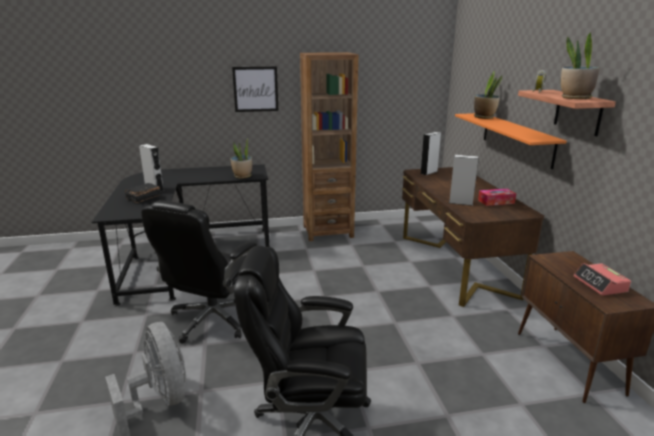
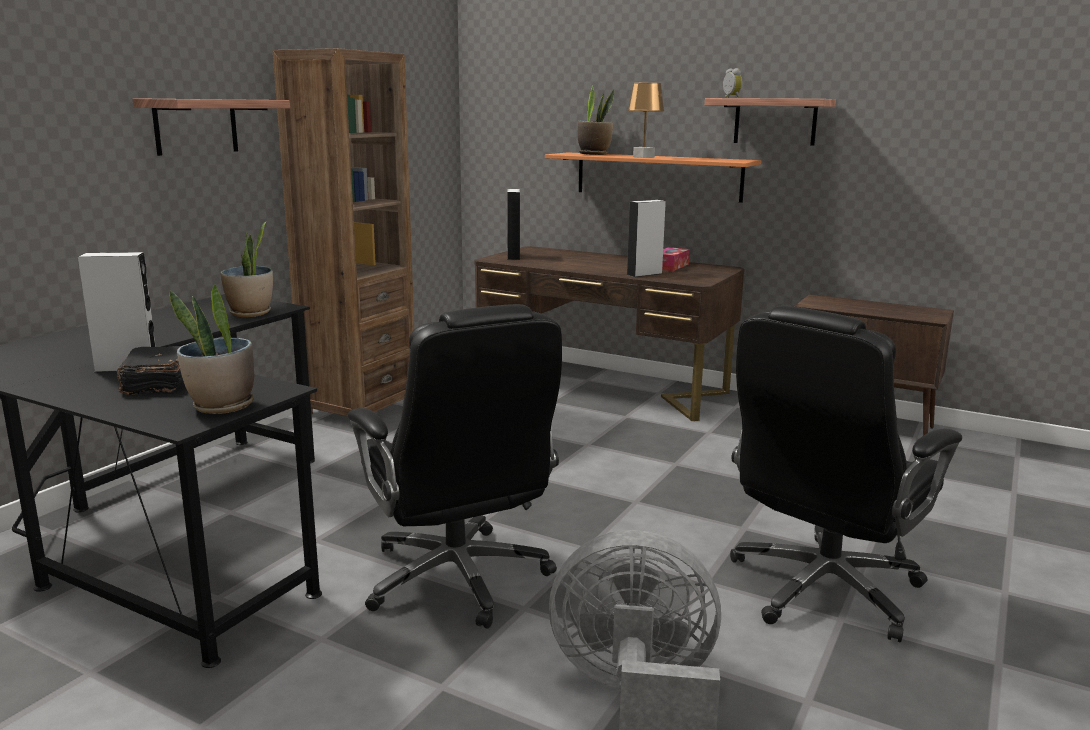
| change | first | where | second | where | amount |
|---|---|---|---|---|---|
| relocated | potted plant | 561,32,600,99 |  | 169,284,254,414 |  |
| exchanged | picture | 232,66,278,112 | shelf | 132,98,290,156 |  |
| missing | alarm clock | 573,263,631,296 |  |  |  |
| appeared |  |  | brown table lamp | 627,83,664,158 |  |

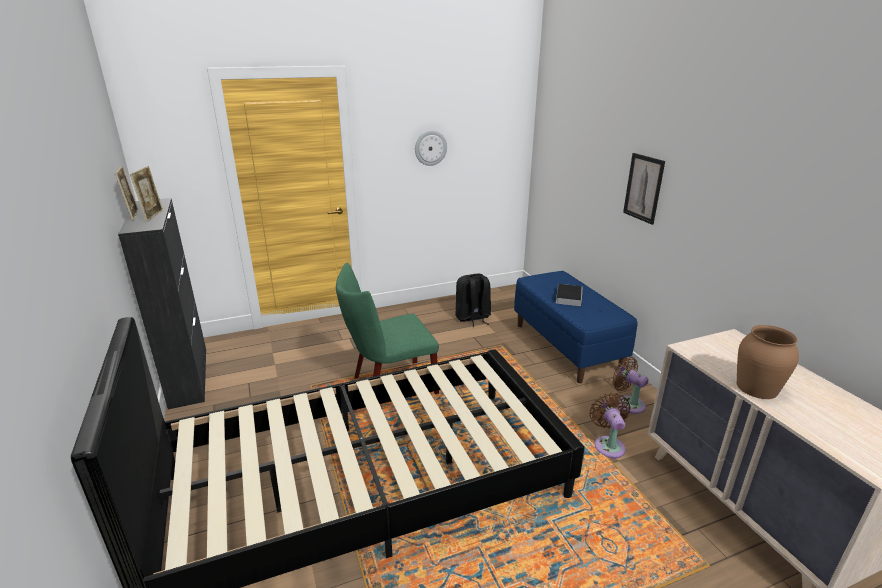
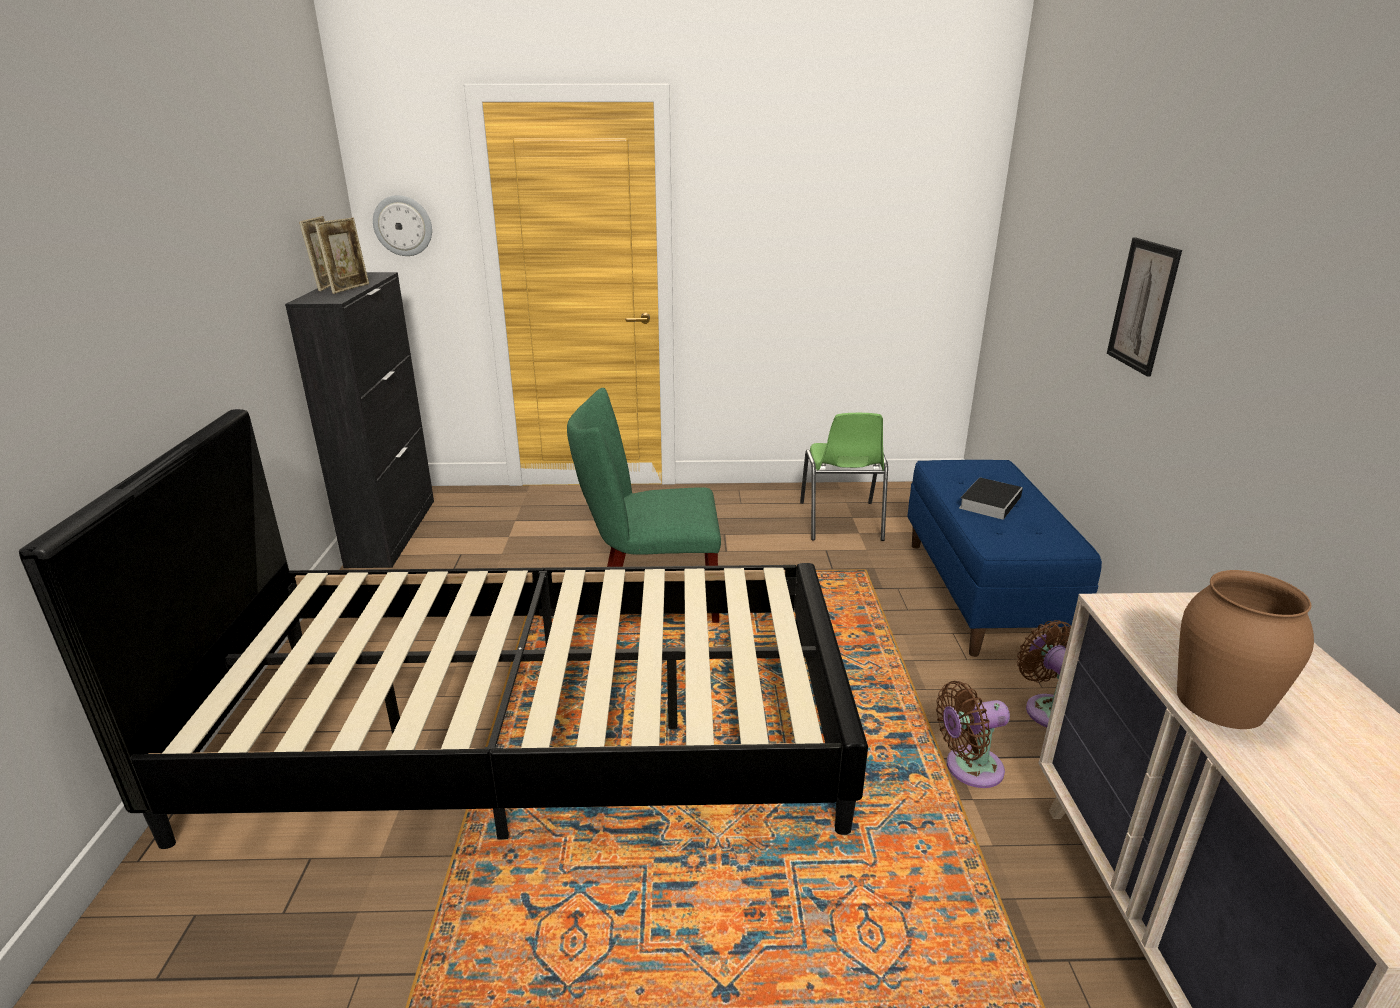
| change | first | where | second | where | amount |
|---|---|---|---|---|---|
| relocated | wall clock | 415,131,447,166 |  | 373,195,432,256 |  |
| exchanged | black backpack | 455,274,491,327 | green chair | 800,413,888,541 |  |
| spun | brown fan | 589,393,630,458 |  | 936,681,1010,788 | 120 degrees counterclockwise |

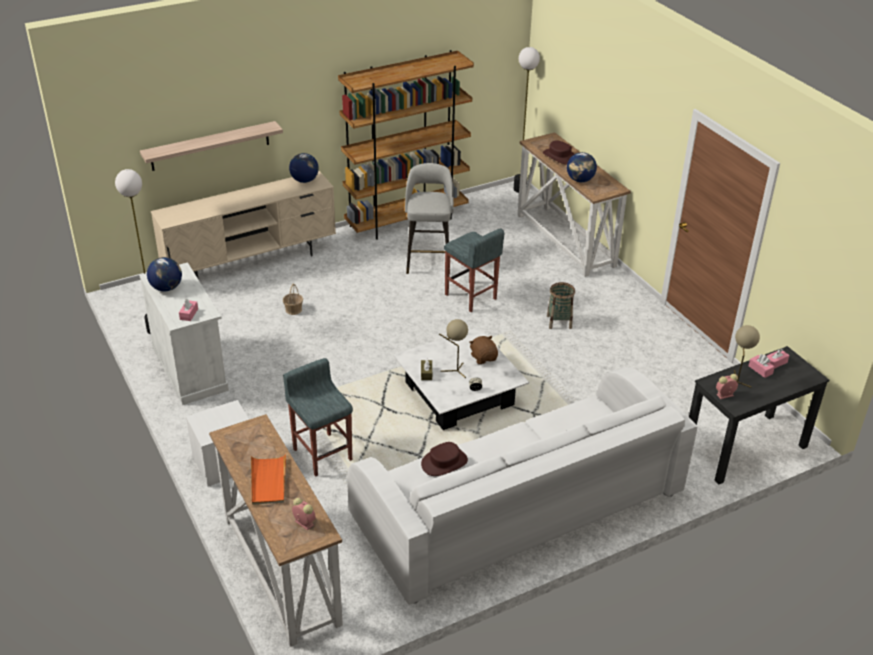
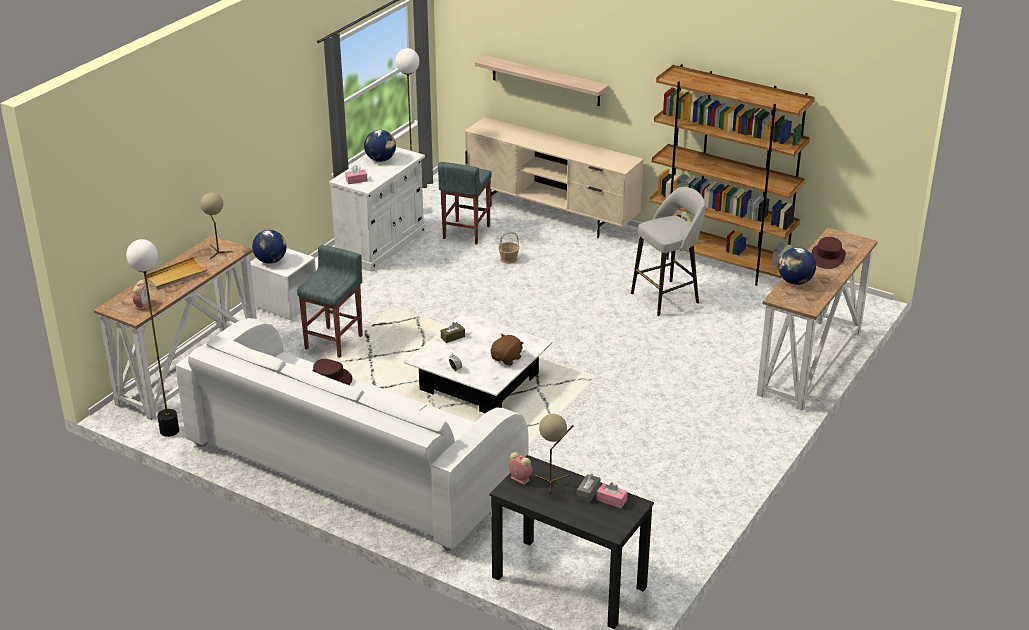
| change | first | where | second | where | amount |
|---|---|---|---|---|---|
| relocated | floor lamp | 514,47,540,193 |  | 126,239,179,437 |  |
| relocated | globe | 289,153,319,183 |  | 252,230,287,264 |  |
| relocated | grey stool | 444,228,504,312 |  | 438,162,492,244 |  |
| missing | basket | 547,282,575,329 |  |  |  |
| relocated | beige table lamp | 439,319,468,378 |  | 200,192,233,259 |  |
| colour | pink tissue box | 749,354,775,378 | grey tissue box | 577,473,601,502 |  |
| colour | orange tray | 251,455,286,505 | beige tray | 146,257,208,290 |  |

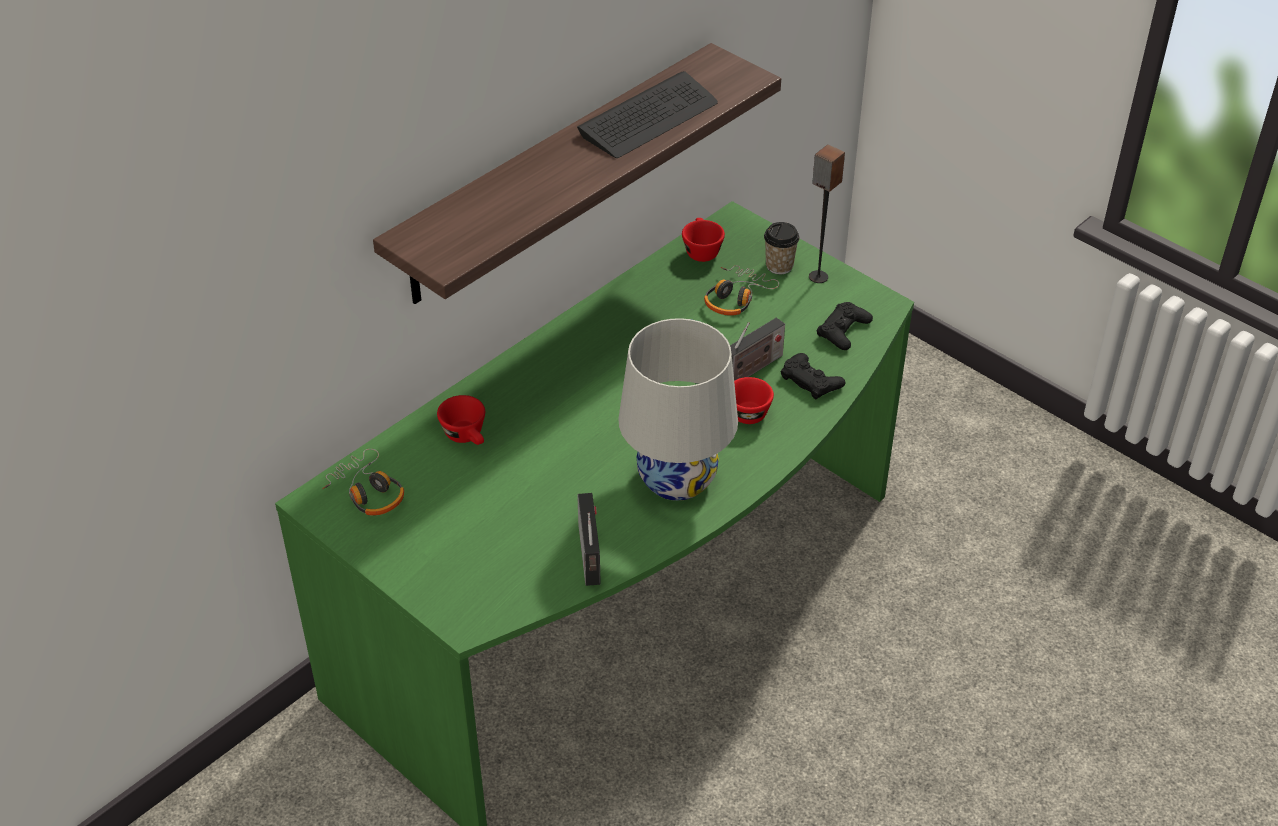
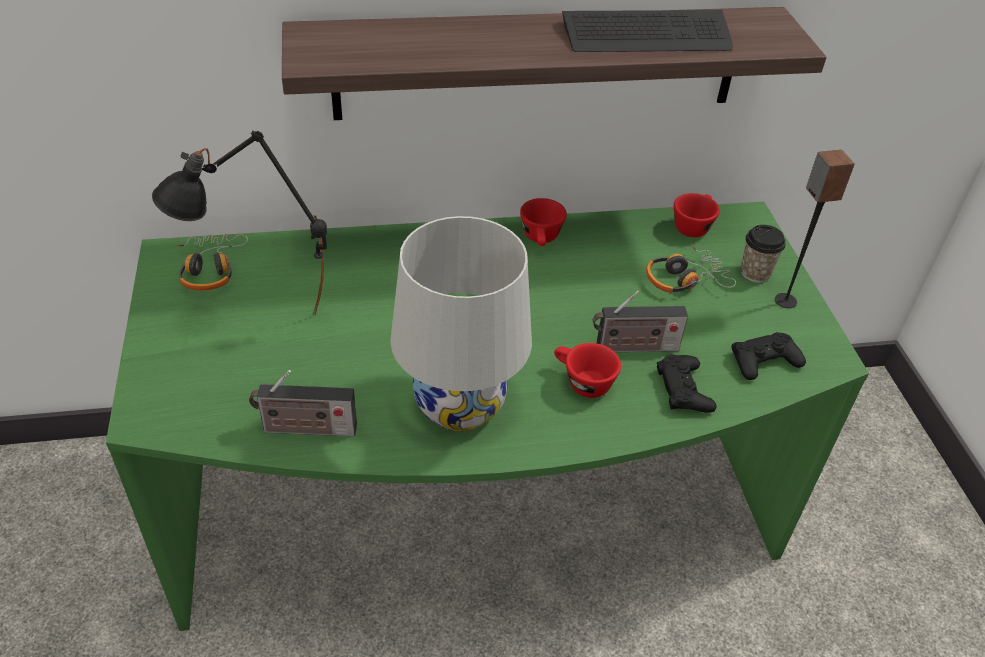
| change | first | where | second | where | amount |
|---|---|---|---|---|---|
| relocated | red cup | 437,395,485,445 |  | 520,198,567,246 |  |
| spun | radio | 577,493,601,586 |  | 249,370,357,436 | 60 degrees clockwise |
| appeared |  |  | black table lamp | 152,131,327,315 |  |

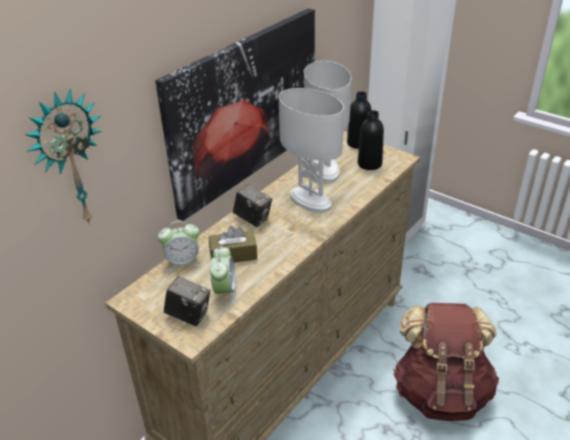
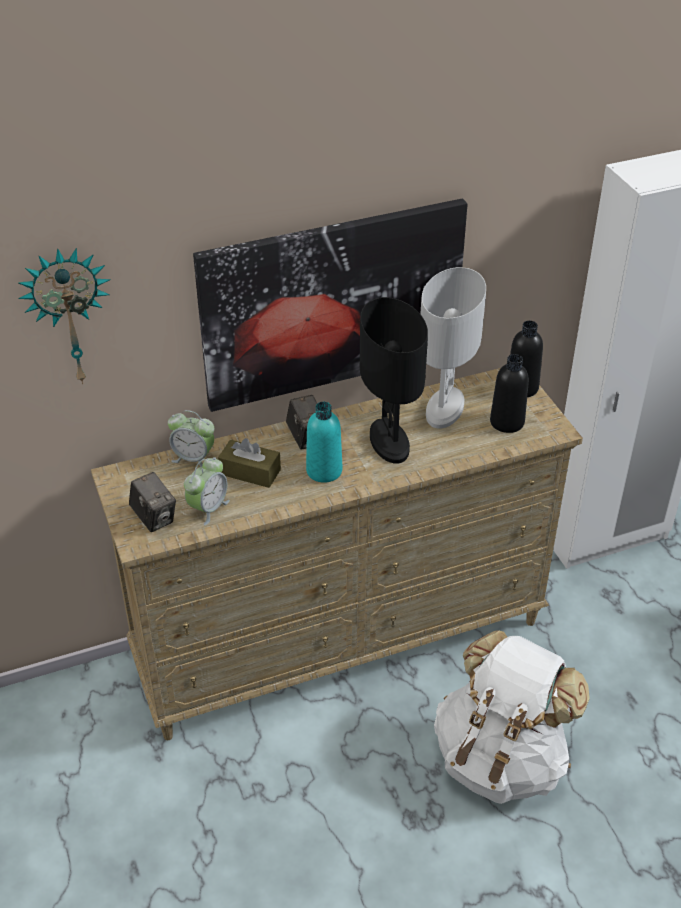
| change | first | where | second | where | amount |
|---|---|---|---|---|---|
| colour | white table lamp | 279,88,344,212 | black table lamp | 360,297,428,464 |  |
| colour | brown backpack | 393,303,499,421 | white backpack | 434,630,590,804 |  |
| appeared |  |  | turquoise bottle | 306,402,342,483 |  |

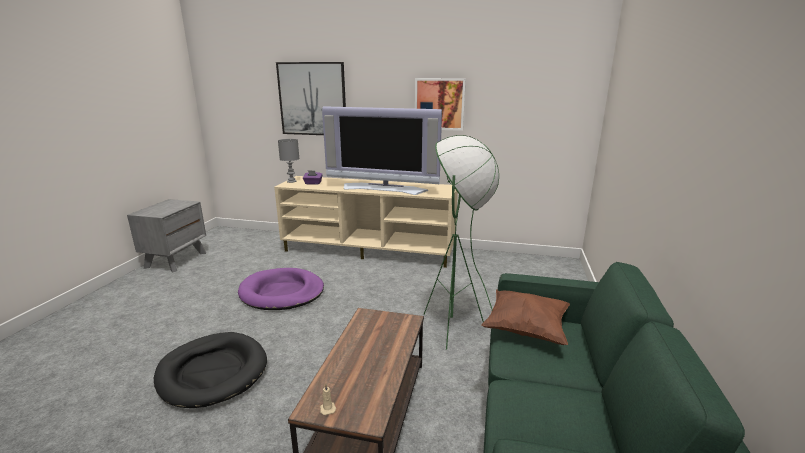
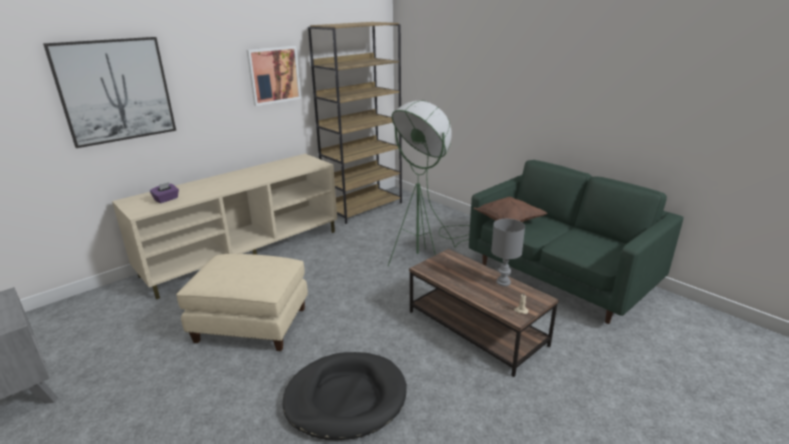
| change | first | where | second | where | amount |
|---|---|---|---|---|---|
| missing | television | 322,106,442,195 |  |  |  |
| relocated | grey table lamp | 278,139,299,183 |  | 491,219,525,286 |  |
| exchanged | purple dog bed | 238,268,324,310 | beige ottoman | 176,254,308,351 |  |
| appeared |  |  | brown bookcase | 308,22,402,224 |  |

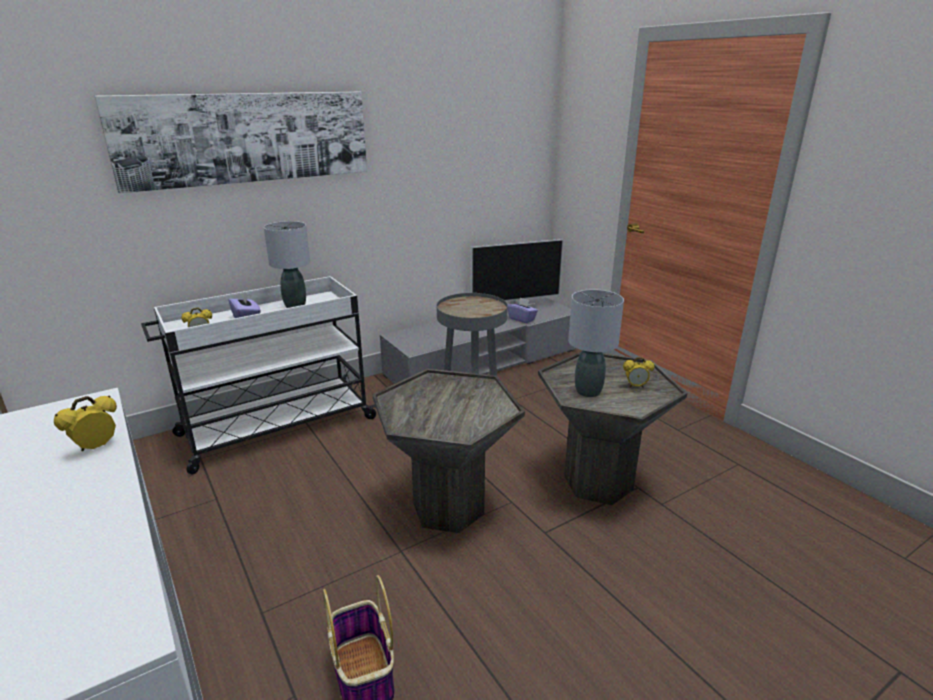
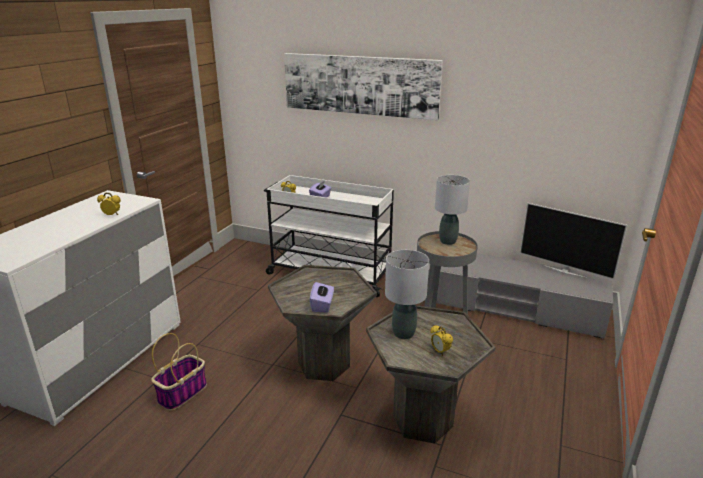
| change | first | where | second | where | amount |
|---|---|---|---|---|---|
| relocated | grey table lamp | 264,221,310,308 |  | 435,175,470,245 |  |
| relocated | purple tissue box | 507,297,538,323 |  | 310,281,334,312 |  |

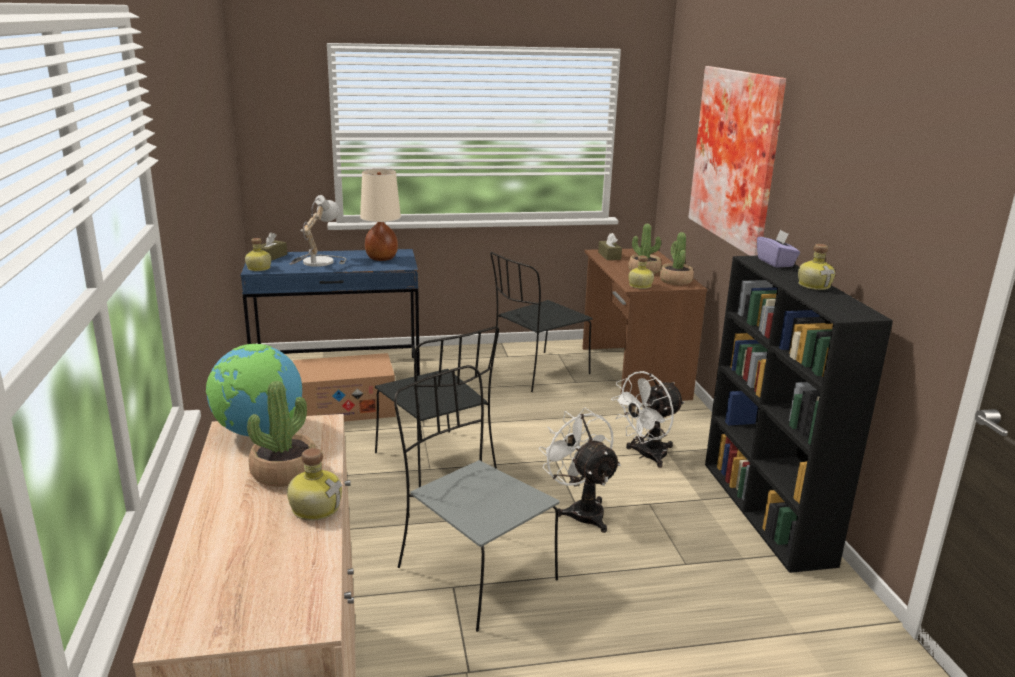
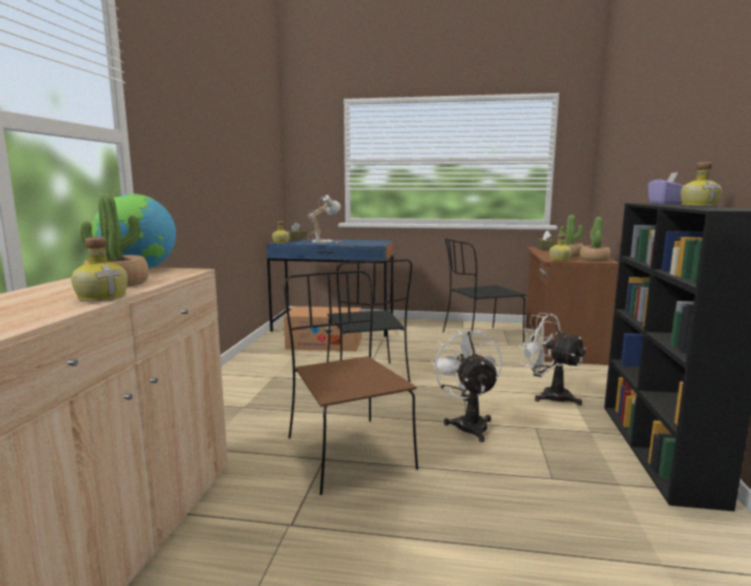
| change | first | where | second | where | amount |
|---|---|---|---|---|---|
| missing | picture | 688,66,786,256 |  |  |  |
| missing | beige table lamp | 360,169,401,261 |  |  |  |
| colour | grey chair | 394,365,560,632 | brown chair | 284,271,418,495 |  |
| spun | white fan | 611,371,685,468 |  | 519,313,586,405 | 60 degrees clockwise |

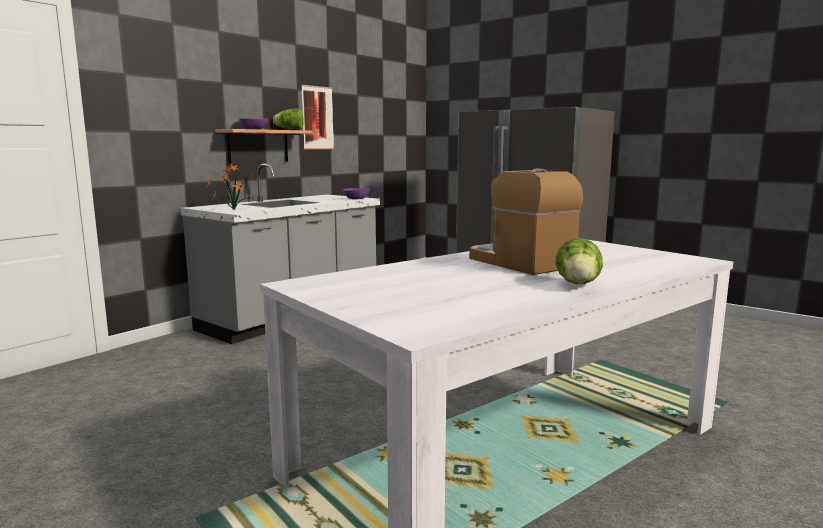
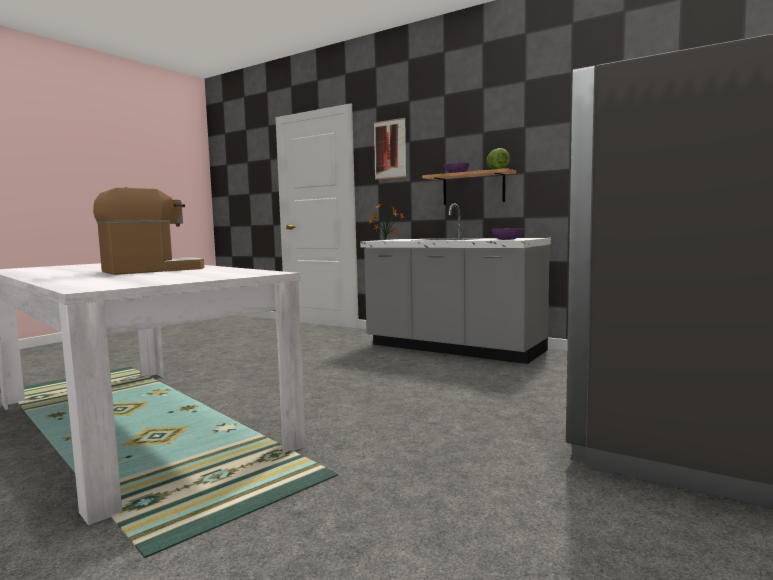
| change | first | where | second | where | amount |
|---|---|---|---|---|---|
| relocated | picture | 301,85,334,149 |  | 374,118,407,180 |  |
| missing | lettuce | 556,238,603,284 |  |  |  |

